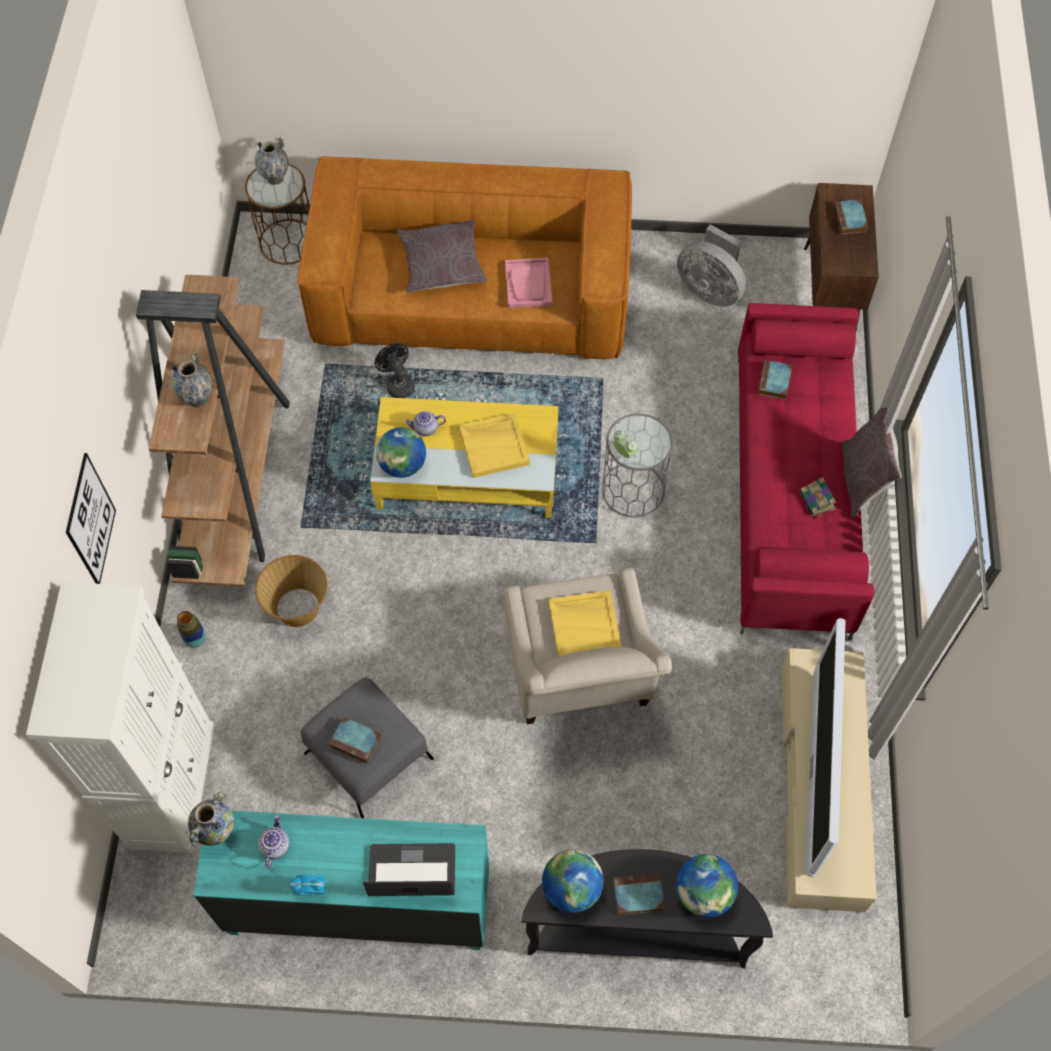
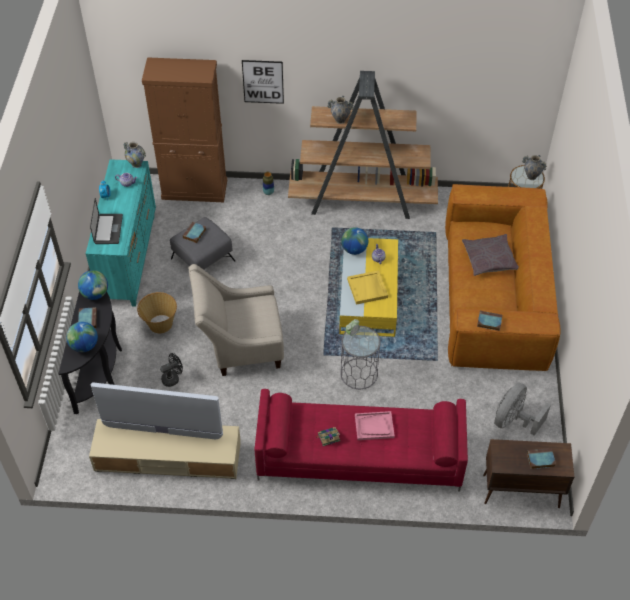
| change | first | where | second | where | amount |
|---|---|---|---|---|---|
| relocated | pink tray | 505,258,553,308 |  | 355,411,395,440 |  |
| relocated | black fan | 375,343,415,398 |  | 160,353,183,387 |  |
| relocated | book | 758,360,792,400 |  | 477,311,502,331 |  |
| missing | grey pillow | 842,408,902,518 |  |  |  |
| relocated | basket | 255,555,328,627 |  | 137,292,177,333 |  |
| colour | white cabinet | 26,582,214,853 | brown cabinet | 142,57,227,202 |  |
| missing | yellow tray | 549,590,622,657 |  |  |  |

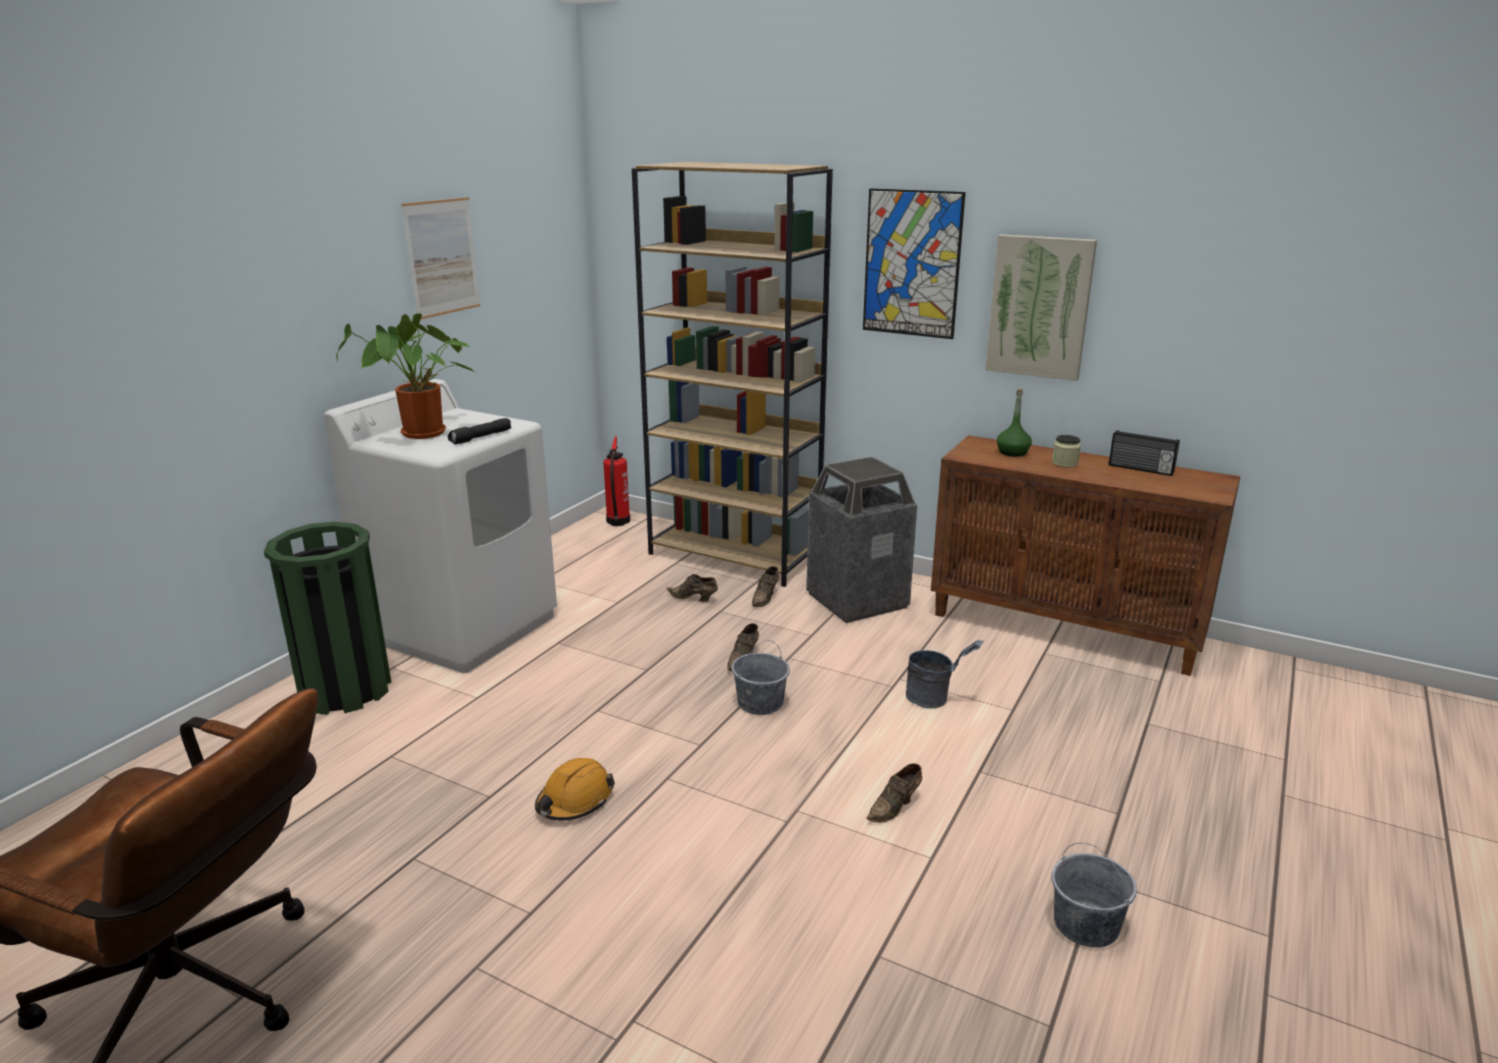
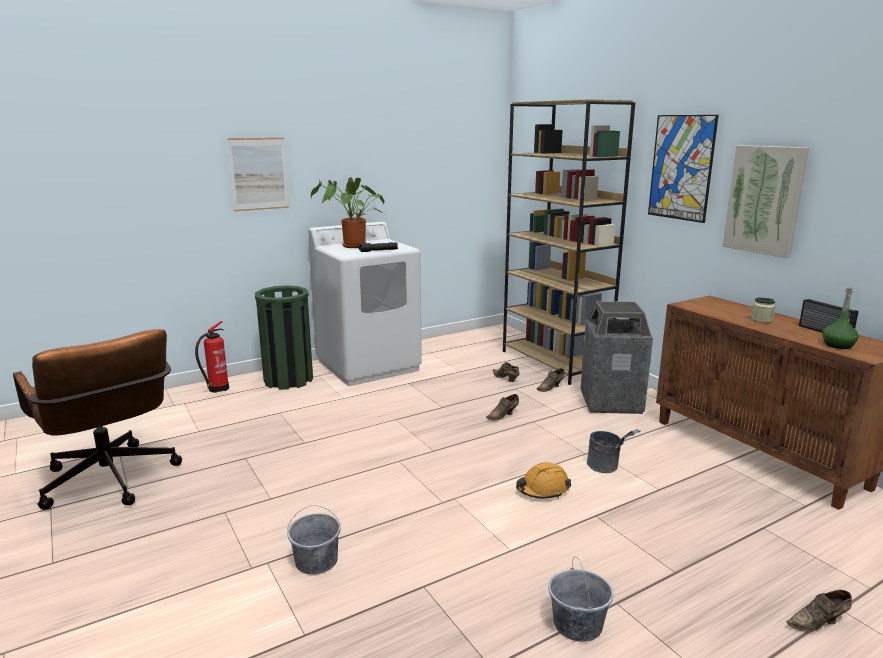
| change | first | where | second | where | amount |
|---|---|---|---|---|---|
| relocated | picture | 402,197,480,319 |  | 227,138,289,211 |  |
| relocated | green bottle | 997,389,1032,457 |  | 823,288,859,349 |  |
| relocated | fire extinguisher | 603,437,630,526 |  | 195,321,229,393 |  |
| relocated | grey bucket | 731,640,790,715 |  | 287,505,341,575 |  |
| relocated | orange hard hat | 535,758,615,820 |  | 516,463,571,499 |  |
| relocated | brown shoe | 867,763,922,823 |  | 786,590,852,632 |  |

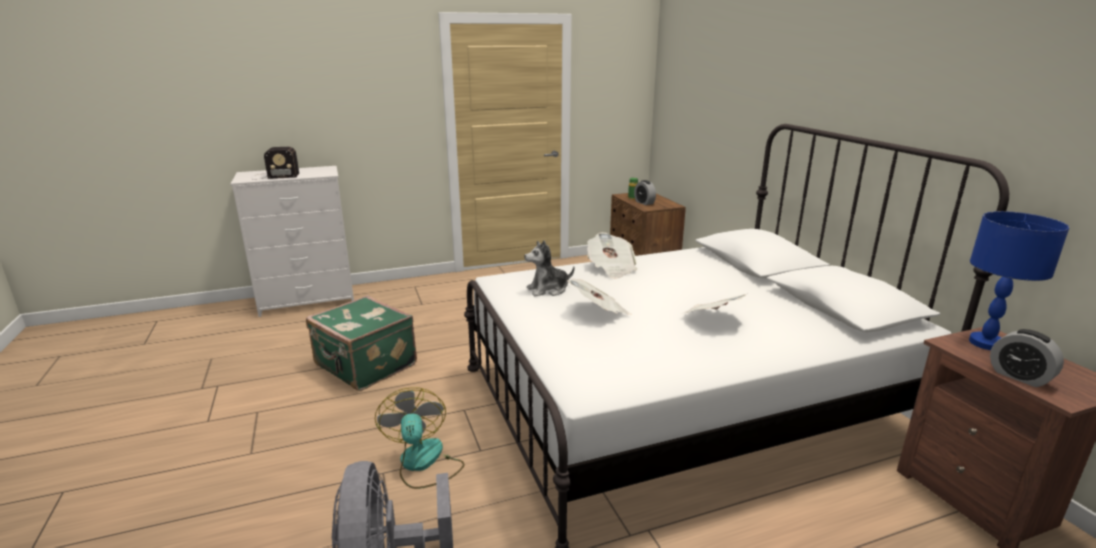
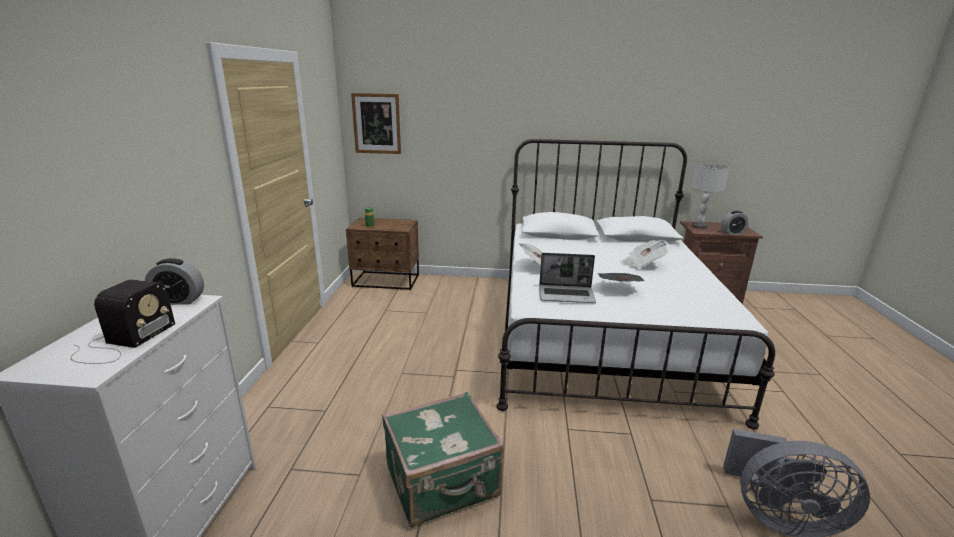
| change | first | where | second | where | amount |
|---|---|---|---|---|---|
| relocated | alarm clock | 634,180,656,205 |  | 145,258,204,305 |  |
| colour | blue table lamp | 969,211,1069,350 | grey table lamp | 690,164,729,229 |  |
| exchanged | plush toy | 524,240,575,296 | laptop | 539,253,596,303 |  |
| missing | fan | 375,387,464,489 |  |  |  |
| appeared |  |  | picture | 351,93,401,154 |  |

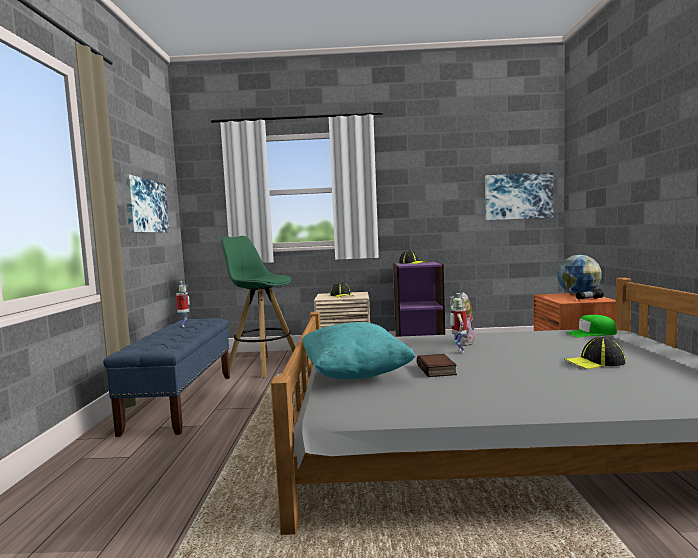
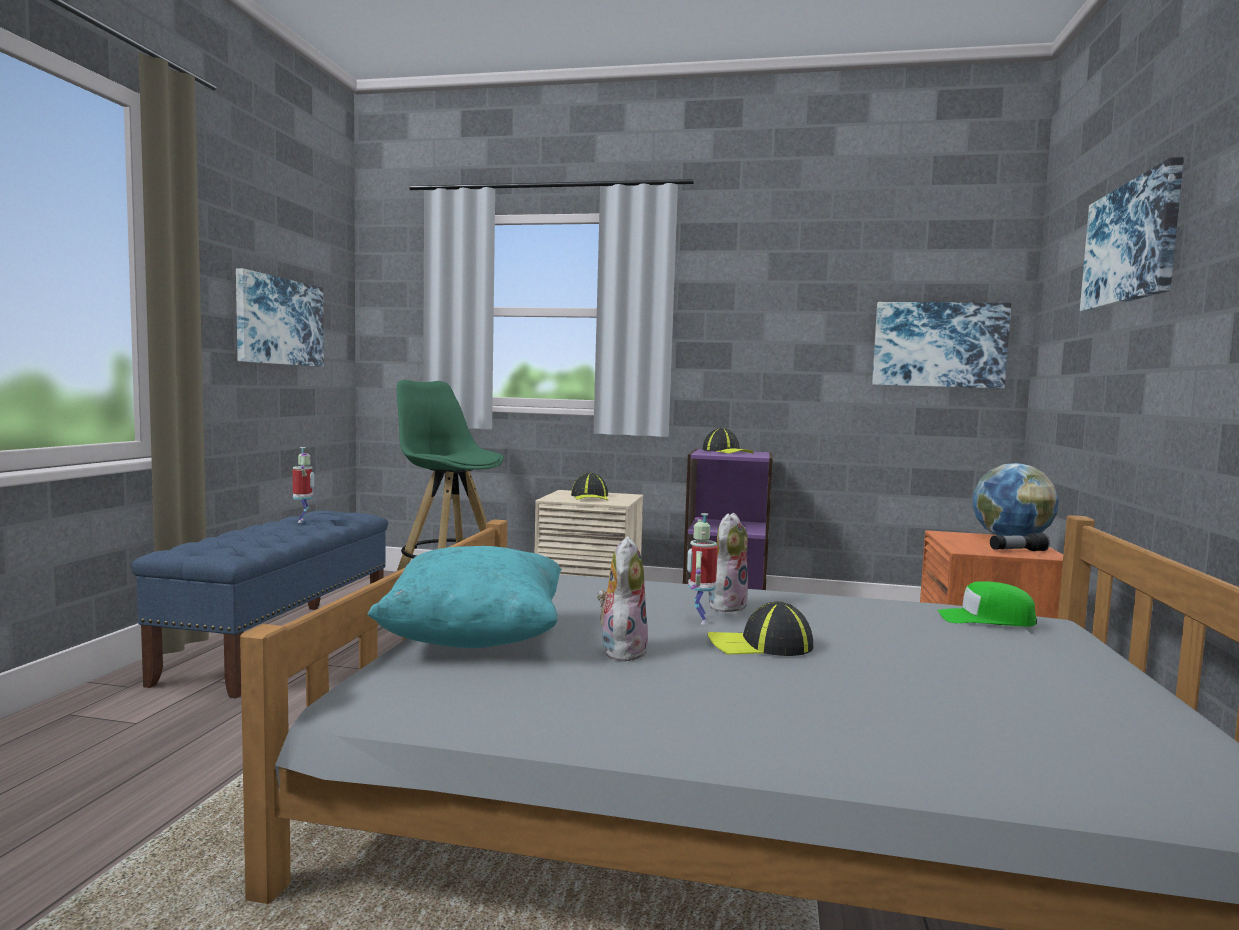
| change | first | where | second | where | amount |
|---|---|---|---|---|---|
| relocated | cap | 564,337,626,369 |  | 708,601,813,656 |  |
| exchanged | book | 417,354,457,377 | plush toy | 597,536,648,661 |  |
| appeared |  |  | picture | 1080,157,1184,311 |  |

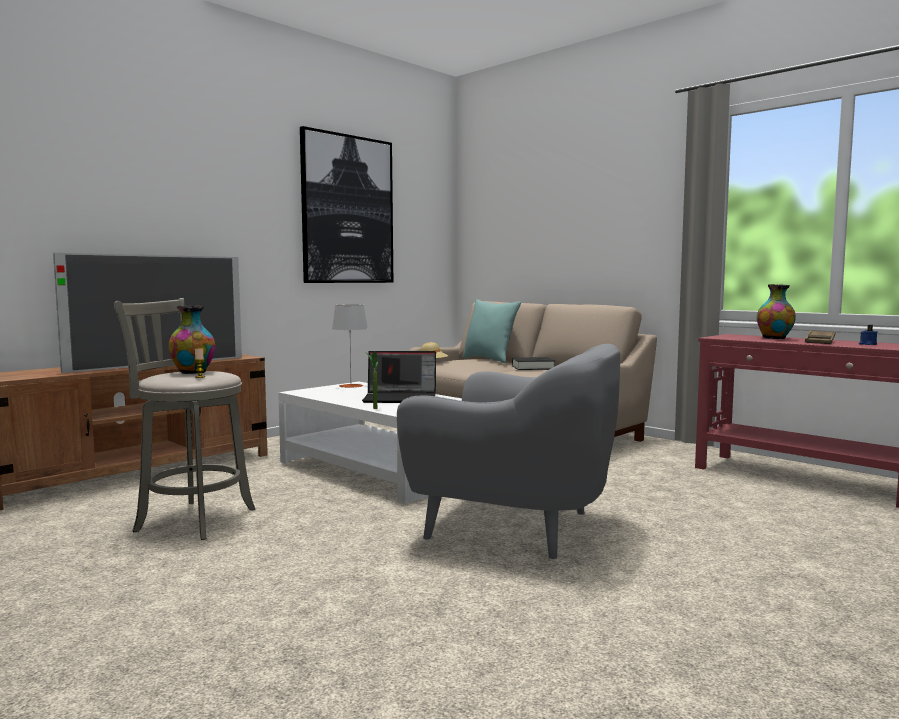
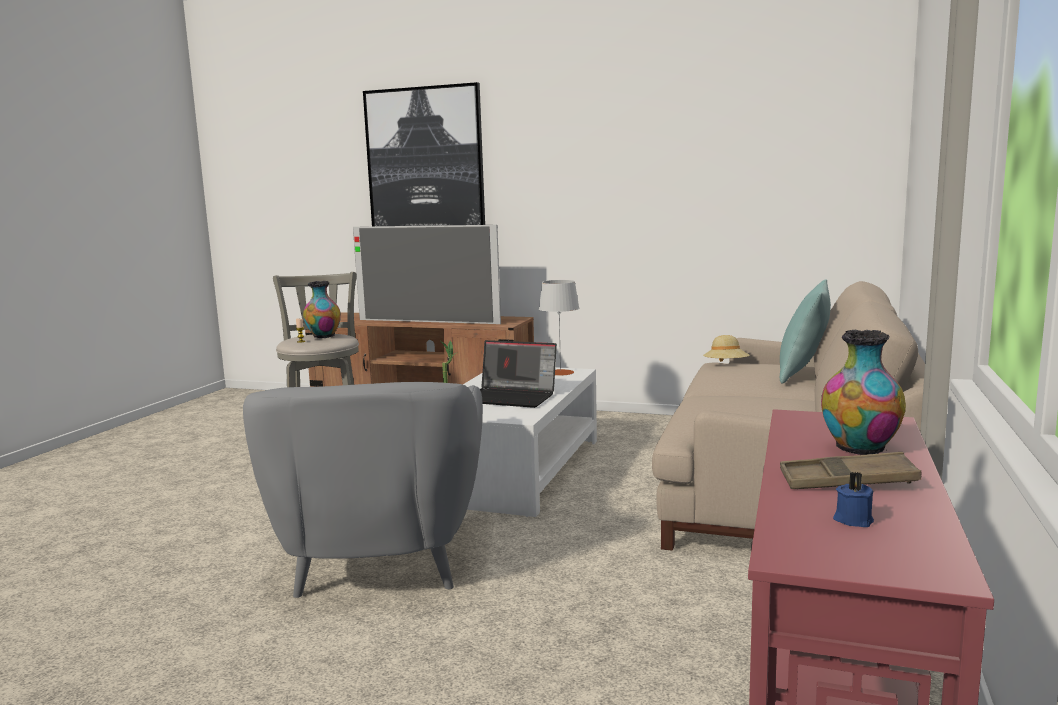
| change | first | where | second | where | amount |
|---|---|---|---|---|---|
| relocated | picture | 300,126,393,283 |  | 363,82,485,226 |  |
| spun | laptop | 362,351,436,403 |  | 480,340,557,408 | 45 degrees counterclockwise |
| missing | black book | 512,357,556,370 |  |  |  |

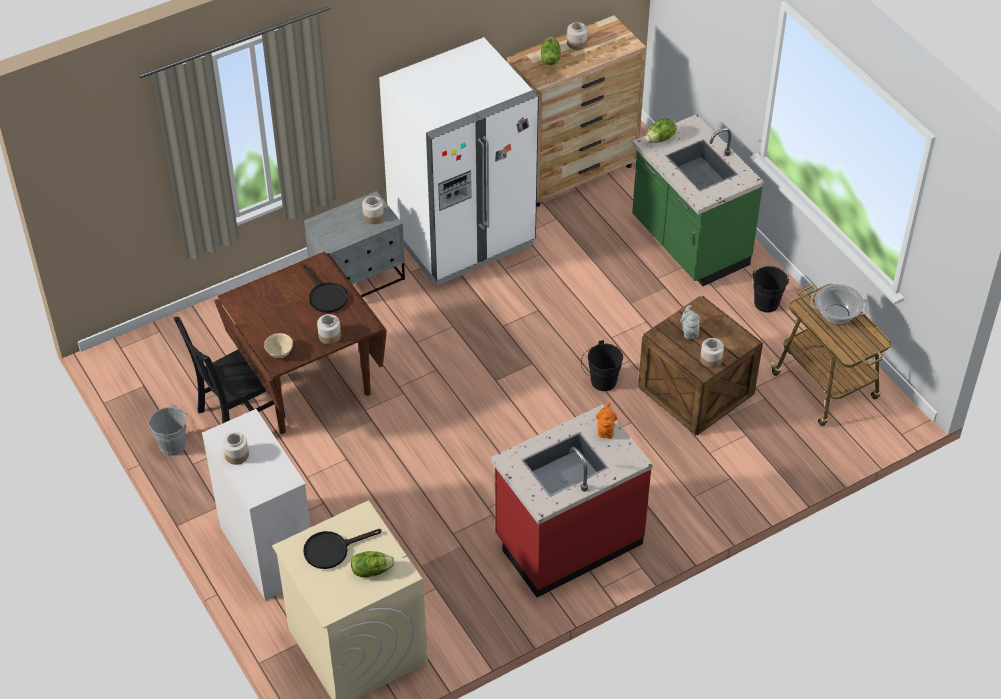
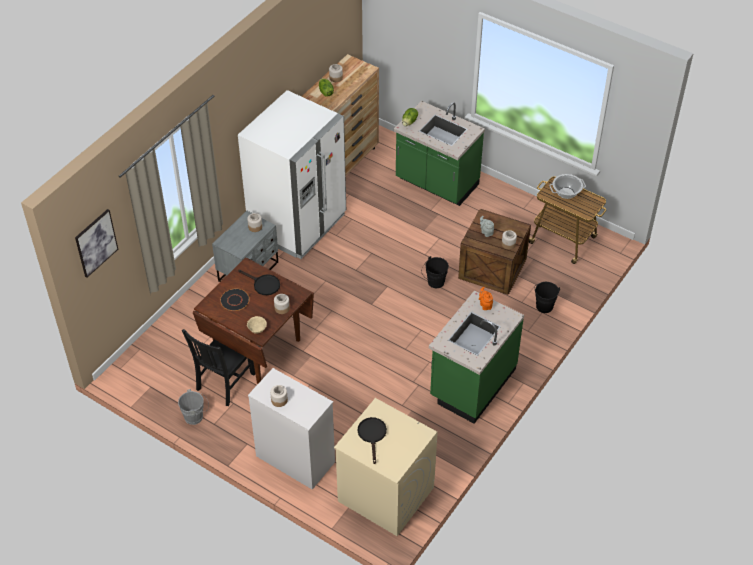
| change | first | where | second | where | amount |
|---|---|---|---|---|---|
| relocated | black bucket | 752,266,789,313 |  | 534,282,560,313 |  |
| colour | red counter | 491,404,653,598 | green counter | 429,290,524,424 |  |
| spun | black frying pan | 303,529,382,569 |  | 358,417,387,464 | 135 degrees clockwise |
| missing | lettuce | 351,551,395,577 |  |  |  |
| appeared |  |  | picture | 75,209,118,277 |  |
| appeared |  |  | black plate | 220,289,250,311 |  |

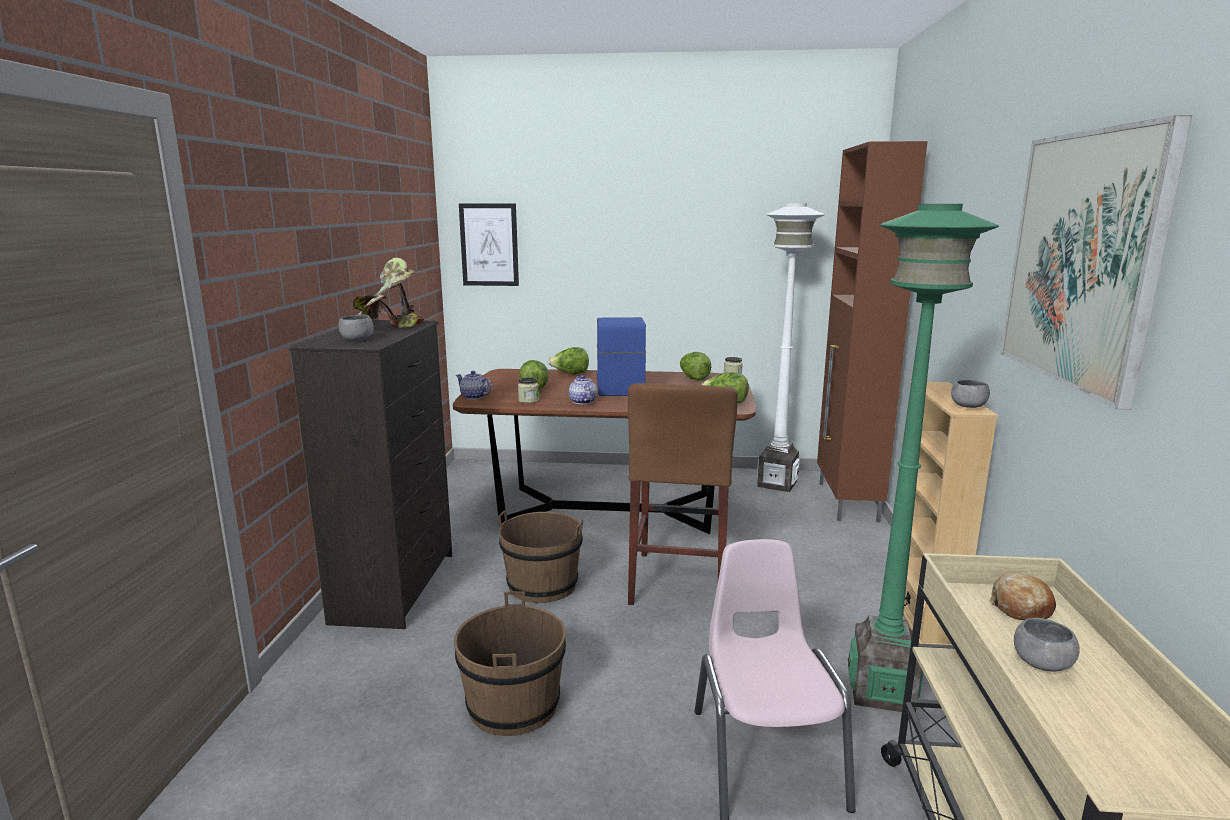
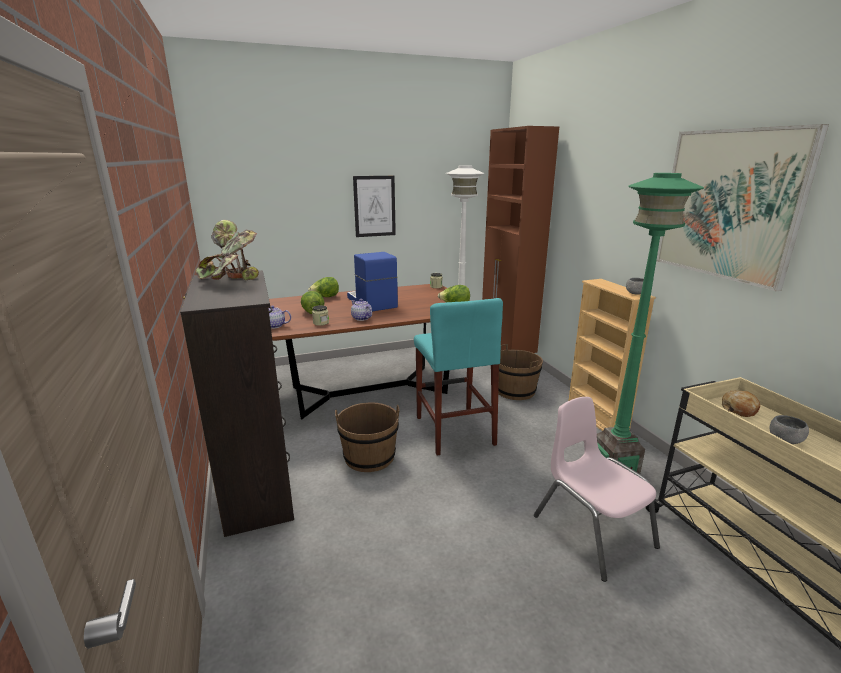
| change | first | where | second | where | amount |
|---|---|---|---|---|---|
| relocated | picture | 459,204,519,286 |  | 353,176,396,237 |  |
| missing | grey bowl | 339,315,373,341 |  |  |  |
| missing | lettuce | 680,352,711,380 |  |  |  |
| colour | brown stool | 628,383,738,605 | turquoise stool | 414,298,503,456 |  |
| relocated | brown bucket | 454,591,566,736 |  | 498,344,543,400 |  |

